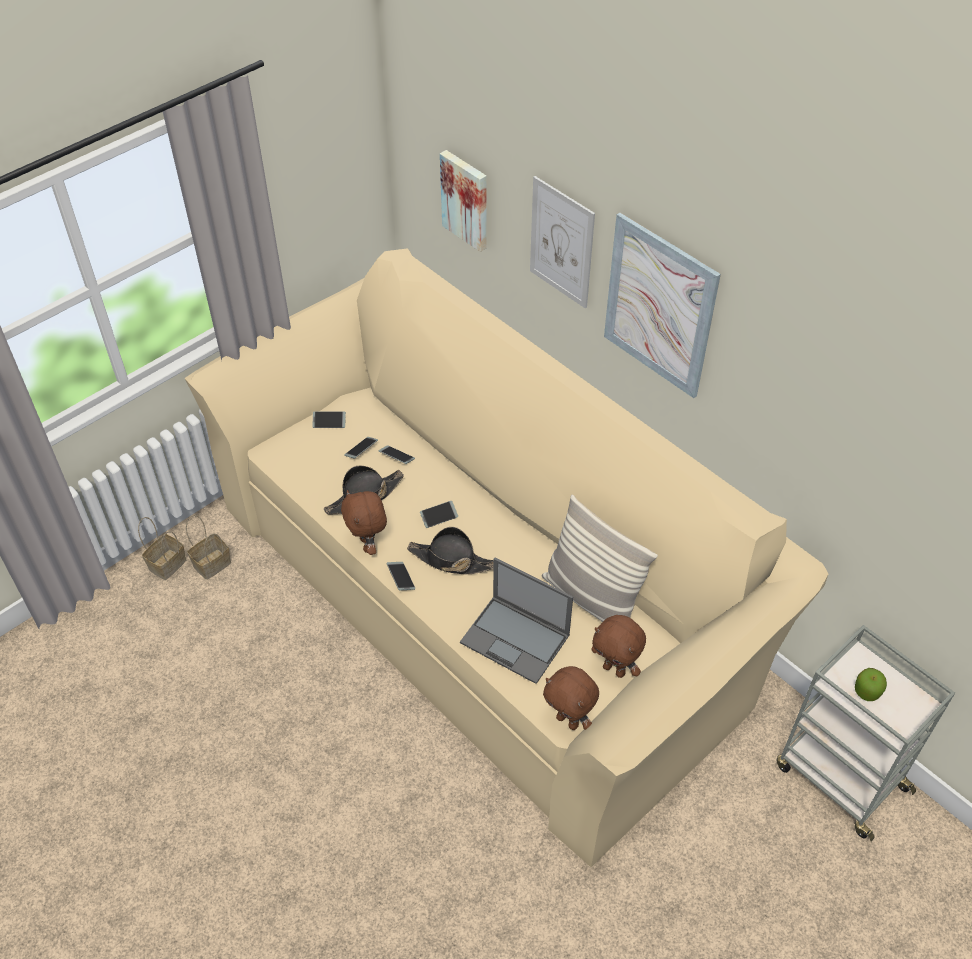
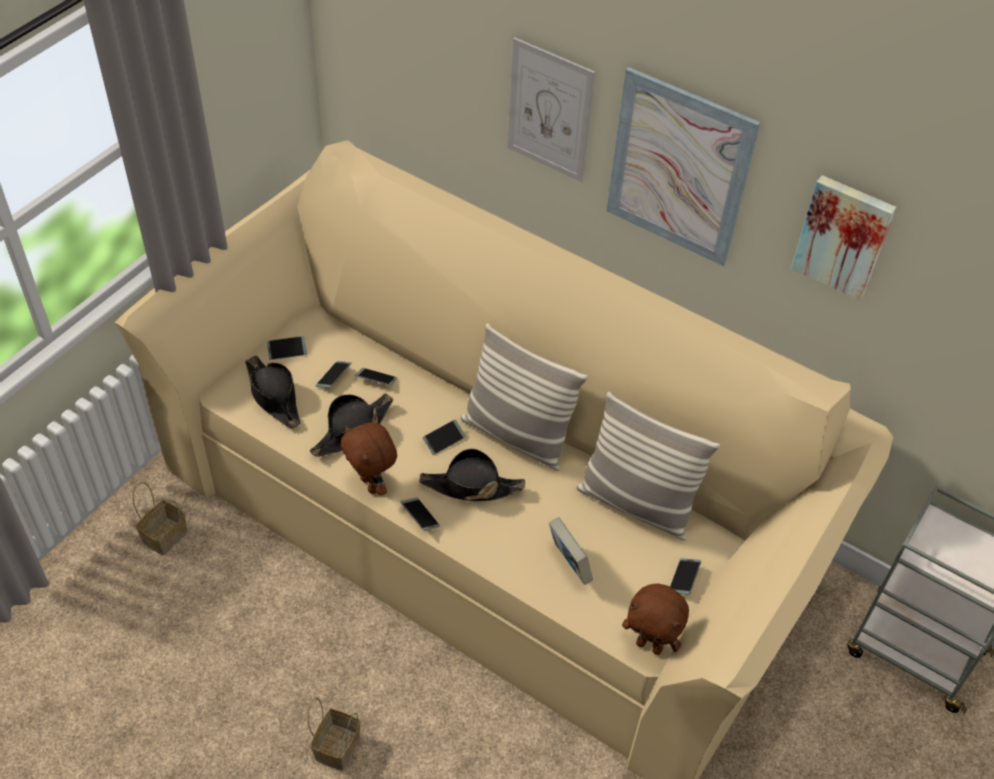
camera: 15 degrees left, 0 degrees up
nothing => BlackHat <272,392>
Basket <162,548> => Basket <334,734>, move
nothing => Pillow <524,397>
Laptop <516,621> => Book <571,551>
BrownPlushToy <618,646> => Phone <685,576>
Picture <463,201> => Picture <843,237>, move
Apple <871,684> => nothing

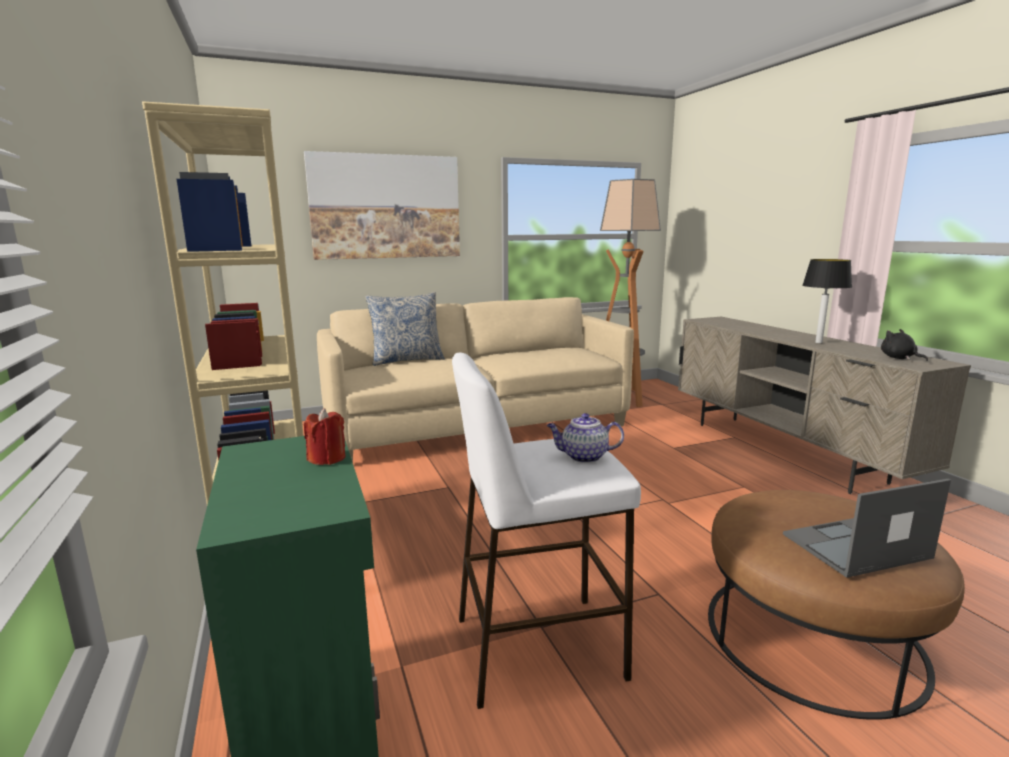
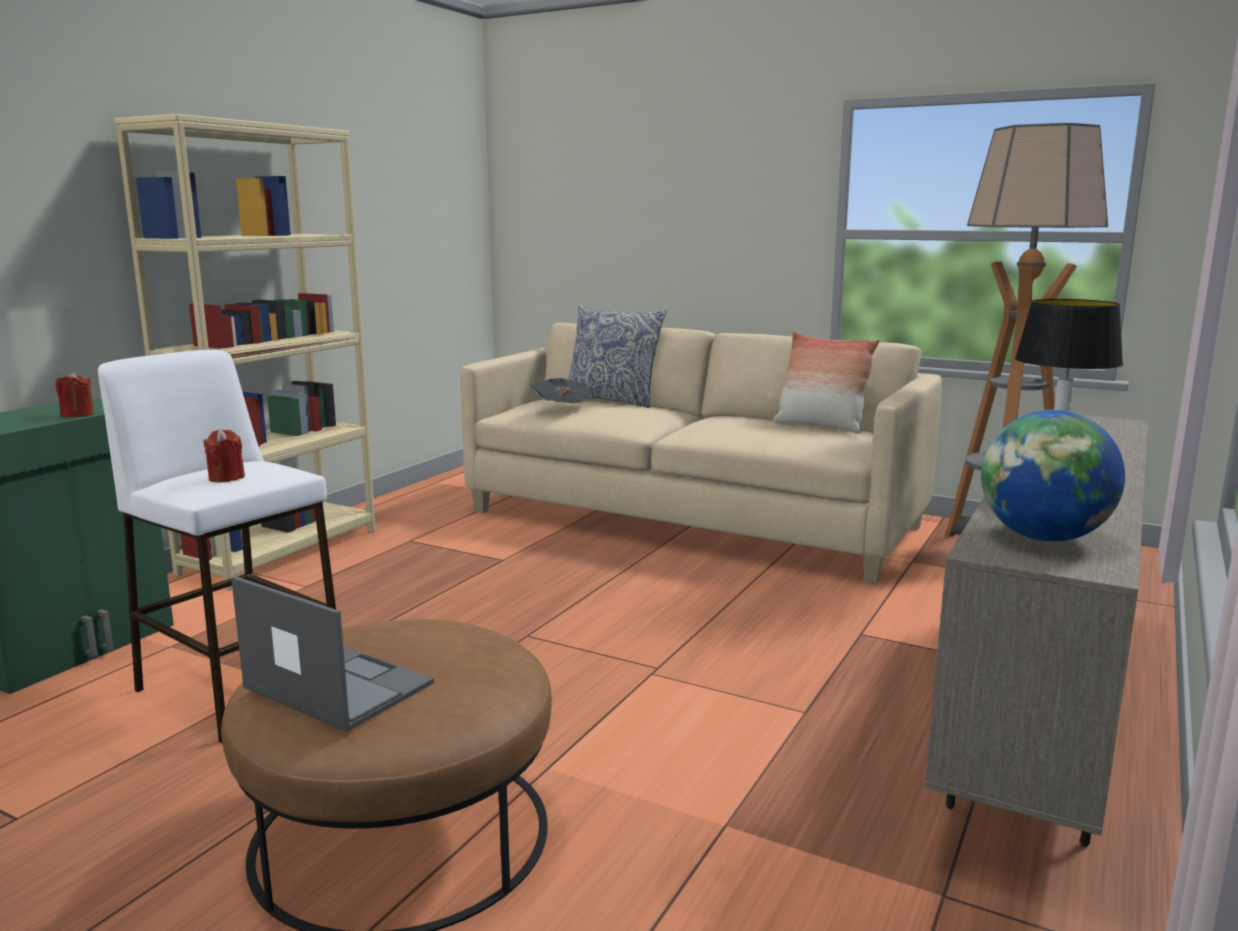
camera: 50 degrees right, 0 degrees up
Teapot <585,438> => RedCandle <224,455>
nothing => Newspaper <561,390>
nothing => Pillow <826,382>
BlackPlushToy <904,345> => Globe <1053,476>
Picture <382,205> => nothing

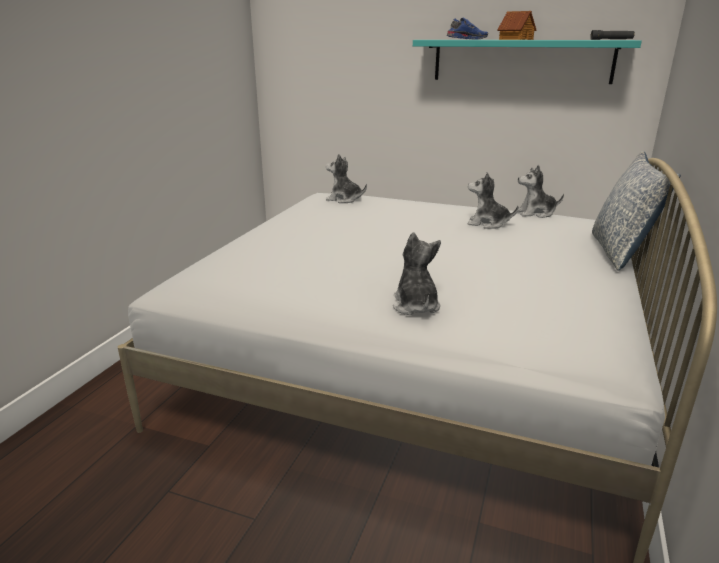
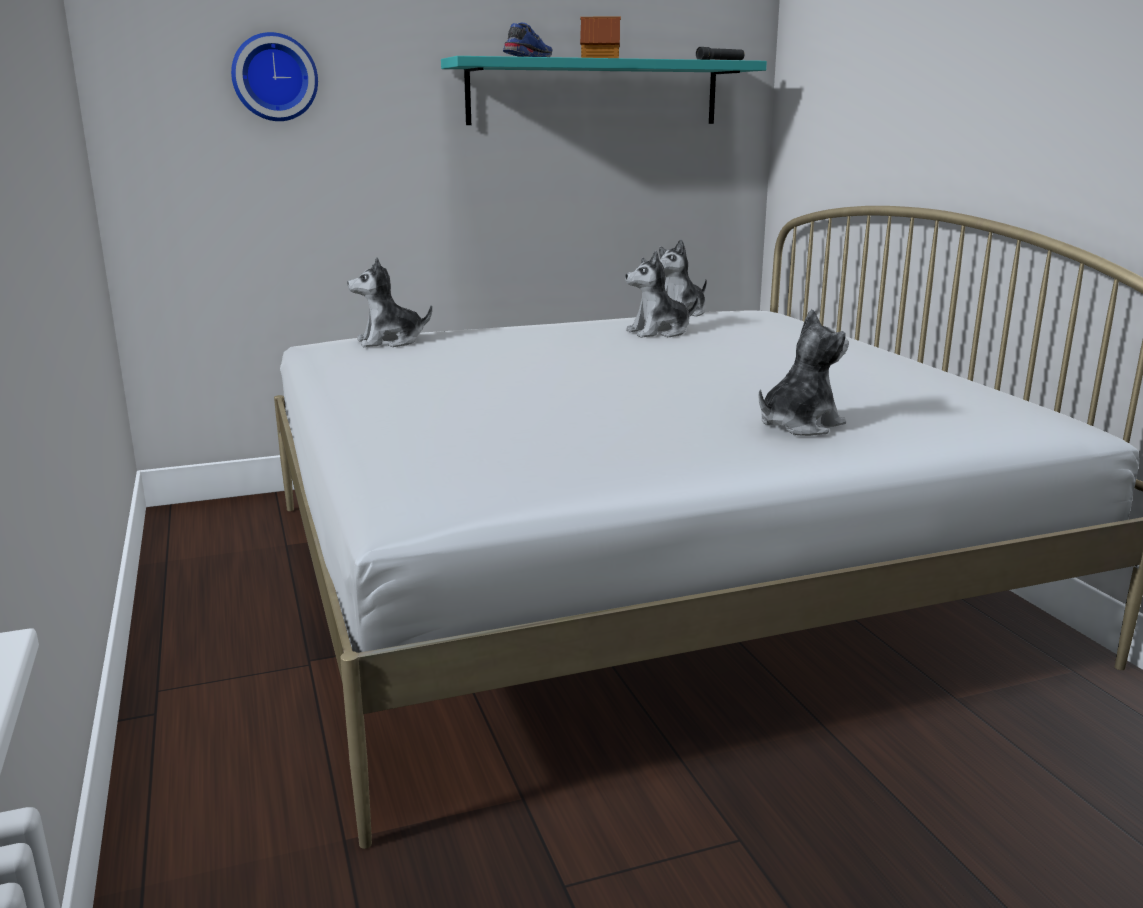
camera: 40 degrees left, 5 degrees down
nothing => WallClock <274,76>
PlushToy <417,273> => PlushToy <803,372>, 105 degrees clockwise
Pillow <636,211> => nothing

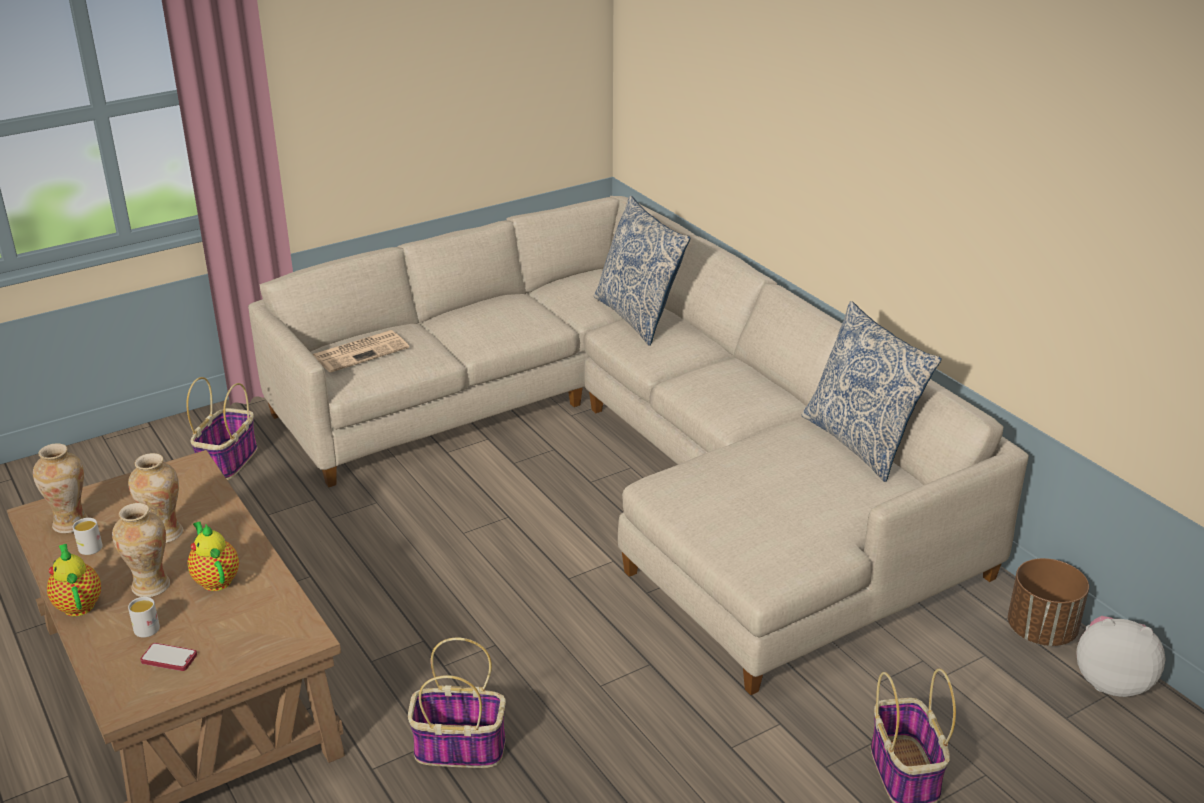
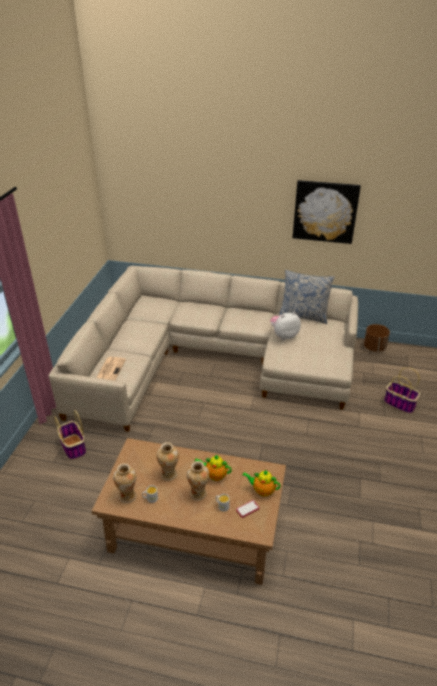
camera: 45 degrees left, 5 degrees up
Teapot <74,580> => Teapot <262,483>, move
PlushToy <1121,656> => PlushToy <285,326>, move
nothing => Picture <326,212>
Basket <457,703> => nothing
Pillow <642,271> => nothing

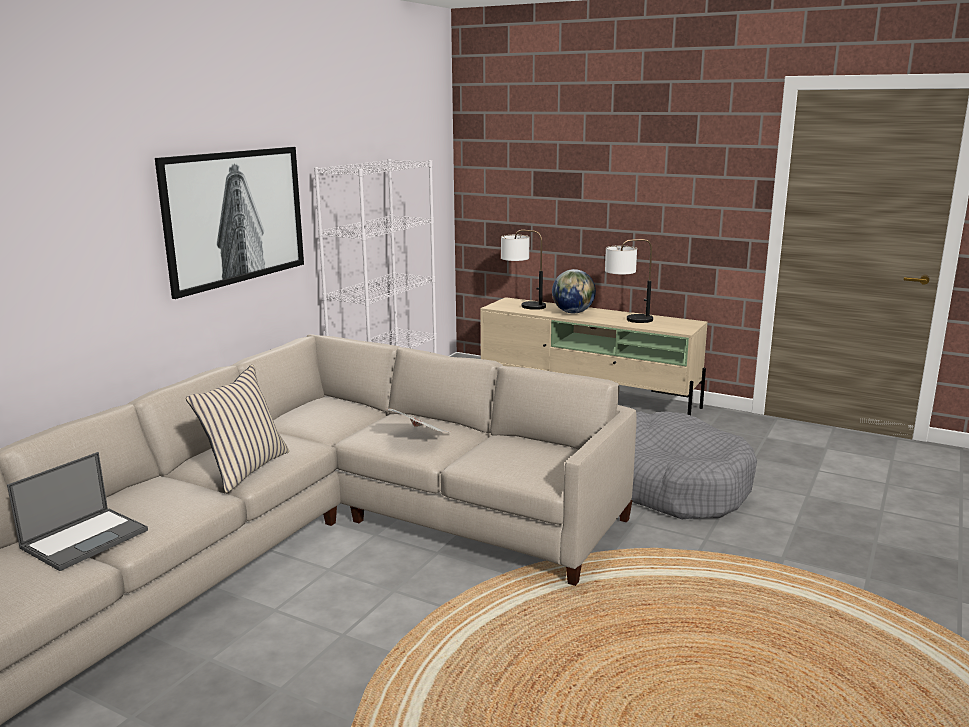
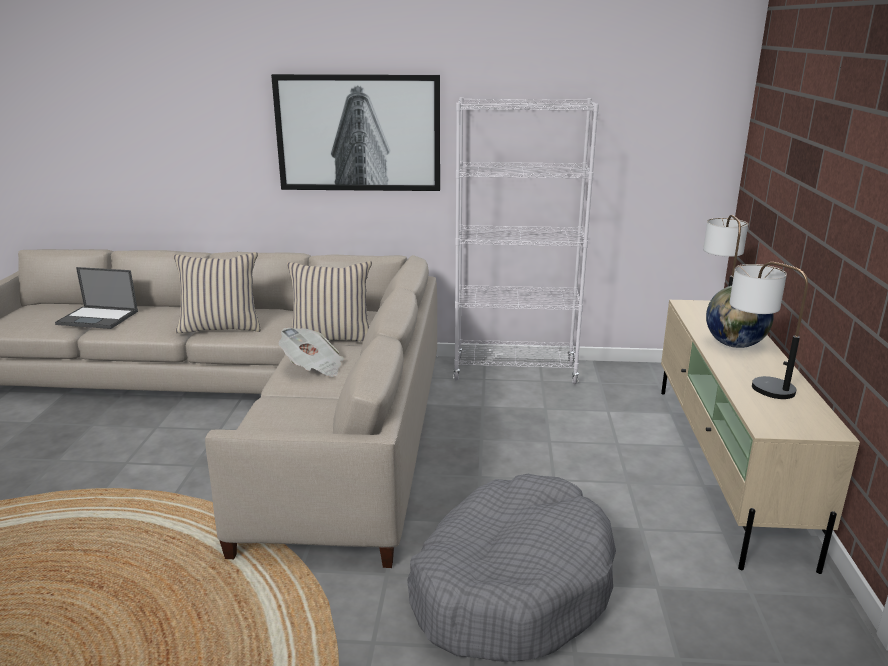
camera: 65 degrees right, 5 degrees up
nothing => BeigePillow <329,301>

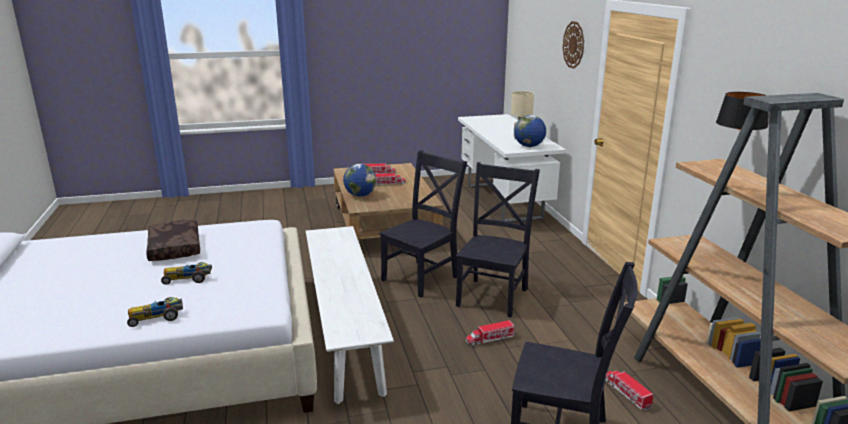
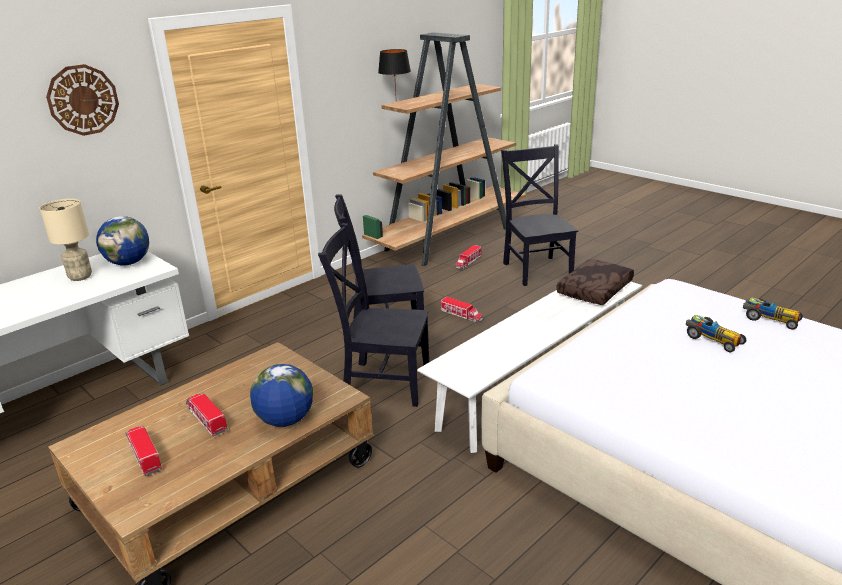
camera: 120 degrees left, 5 degrees up
BrownPillow <173,240> => BrownPillow <595,282>, move

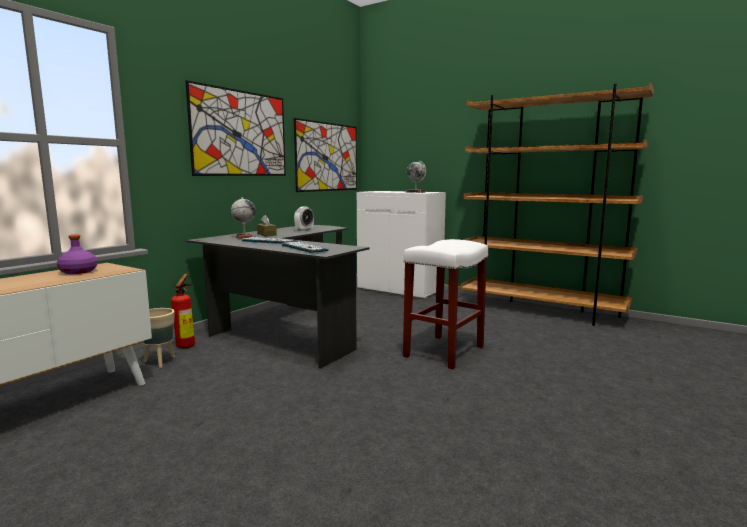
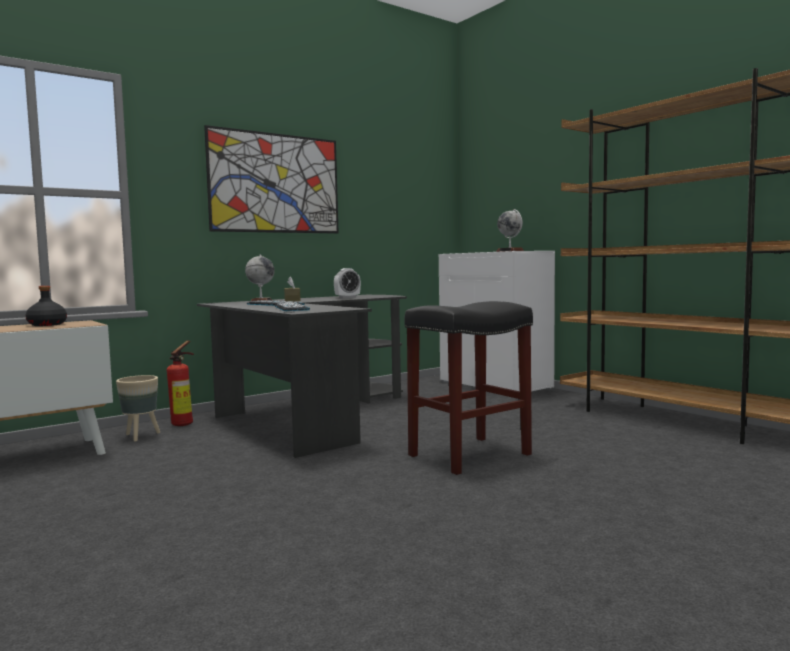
camera: 20 degrees right, 5 degrees down
PurpleBottle <77,254> => BlackBottle <46,306>
WhiteStool <445,304> => BlackStool <469,388>
Picture <325,155> => nothing

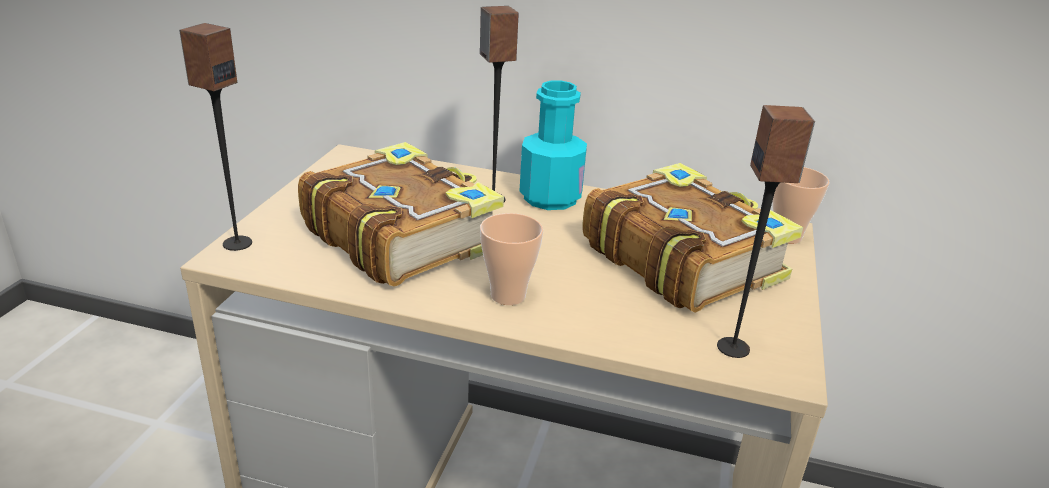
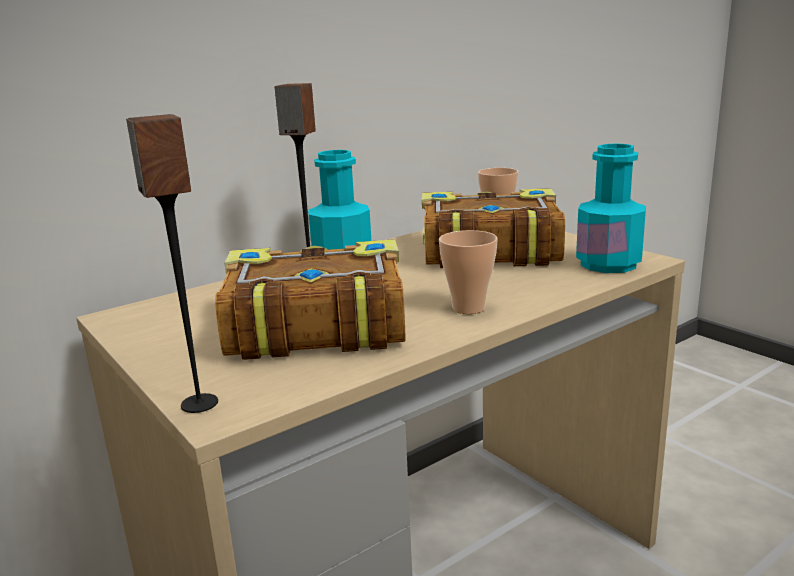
camera: 50 degrees left, 10 degrees down
Speaker <766,231> => TurquoiseBottle <611,208>

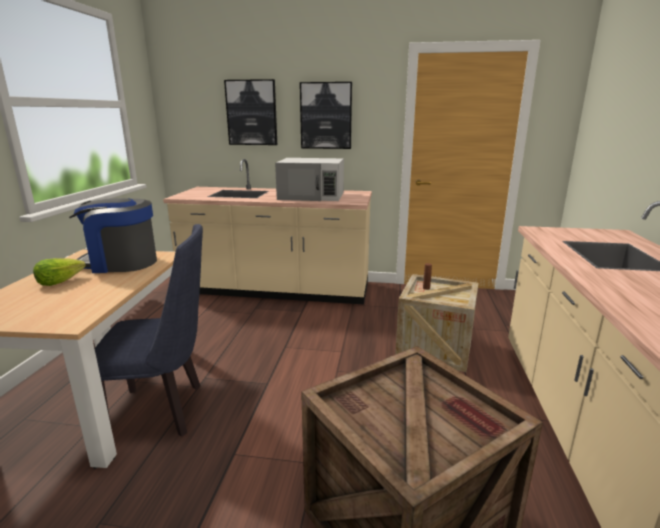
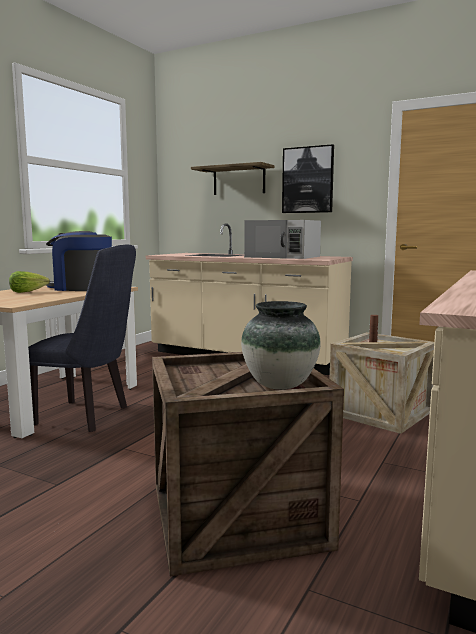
camera: 20 degrees right, 10 degrees down
Picture <250,112> => Shelf <232,178>
nothing => Vase <281,345>

